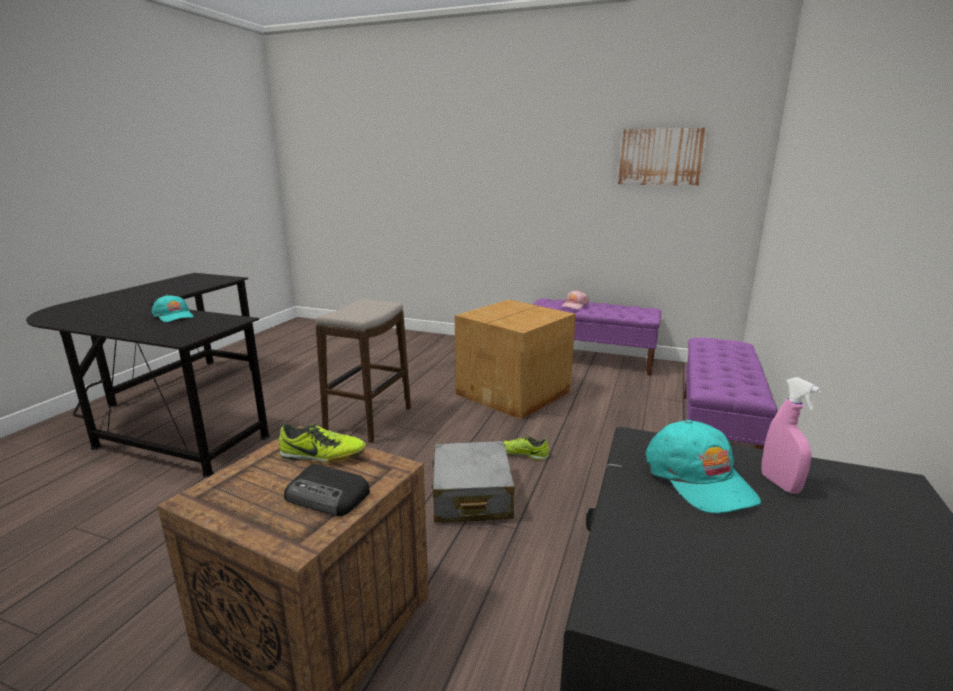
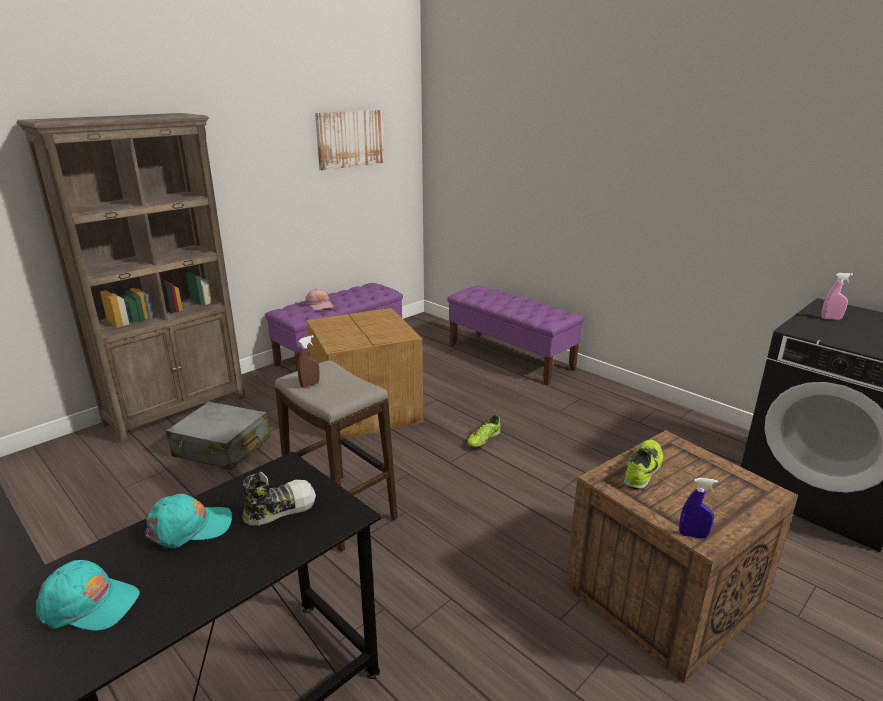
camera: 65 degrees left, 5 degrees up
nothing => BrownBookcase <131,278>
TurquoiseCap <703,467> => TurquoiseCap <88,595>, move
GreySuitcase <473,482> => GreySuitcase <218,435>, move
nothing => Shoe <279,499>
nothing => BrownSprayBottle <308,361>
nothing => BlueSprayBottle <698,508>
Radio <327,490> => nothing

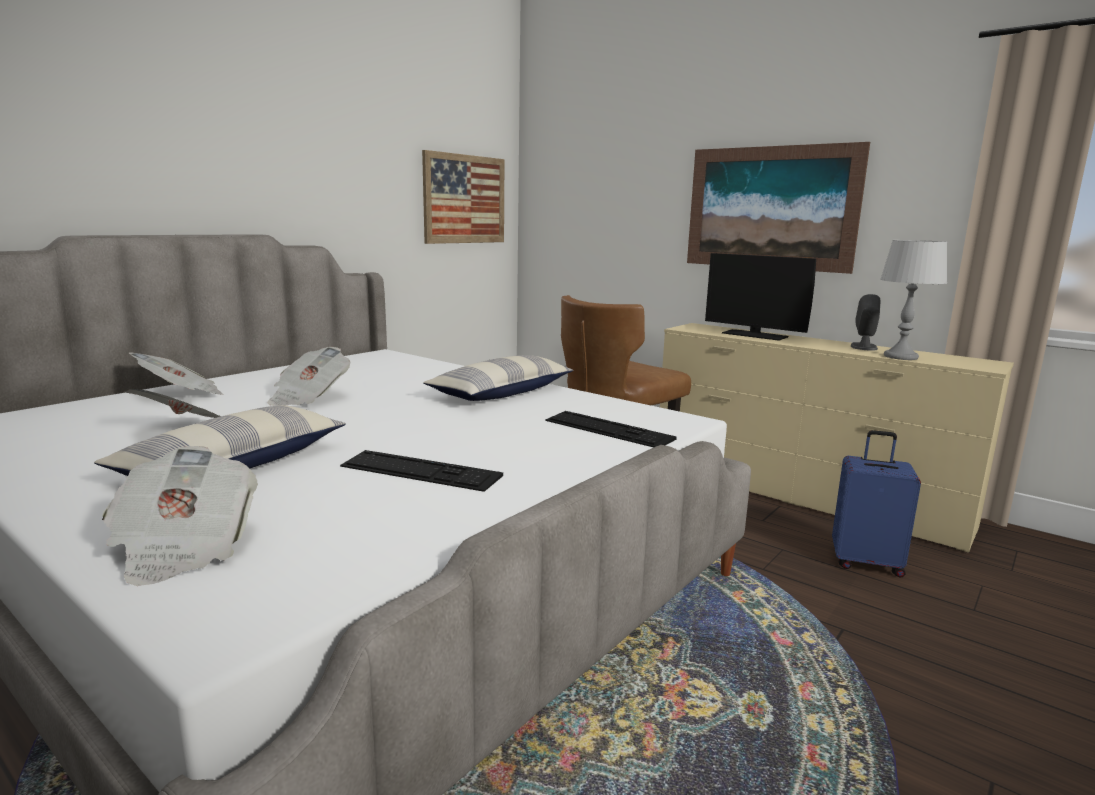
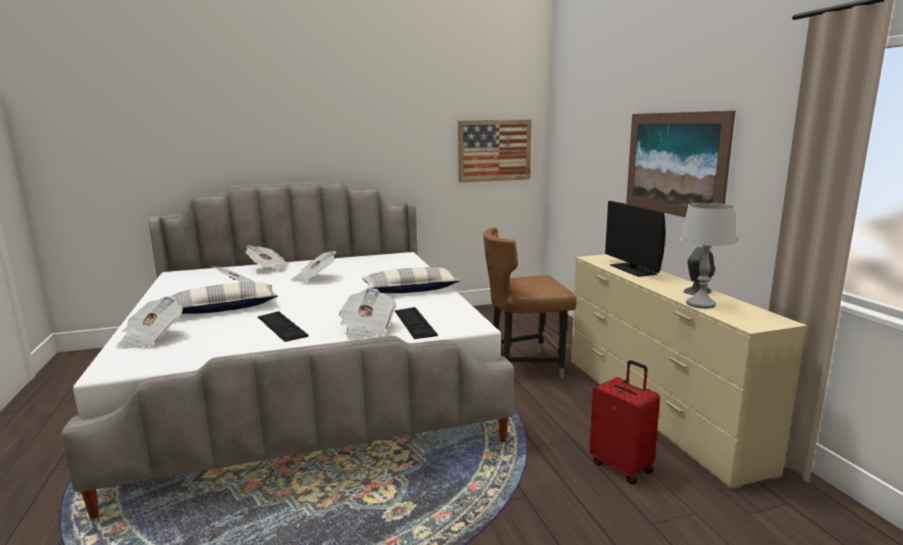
camera: 35 degrees right, 0 degrees up
nothing => Newspaper <367,314>
BlueSuitcase <876,503> => RedSuitcase <624,422>

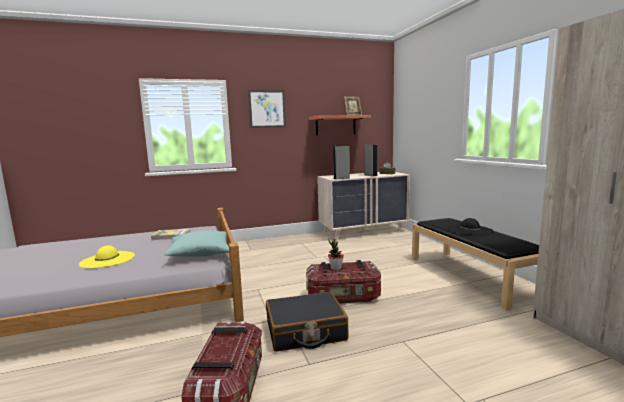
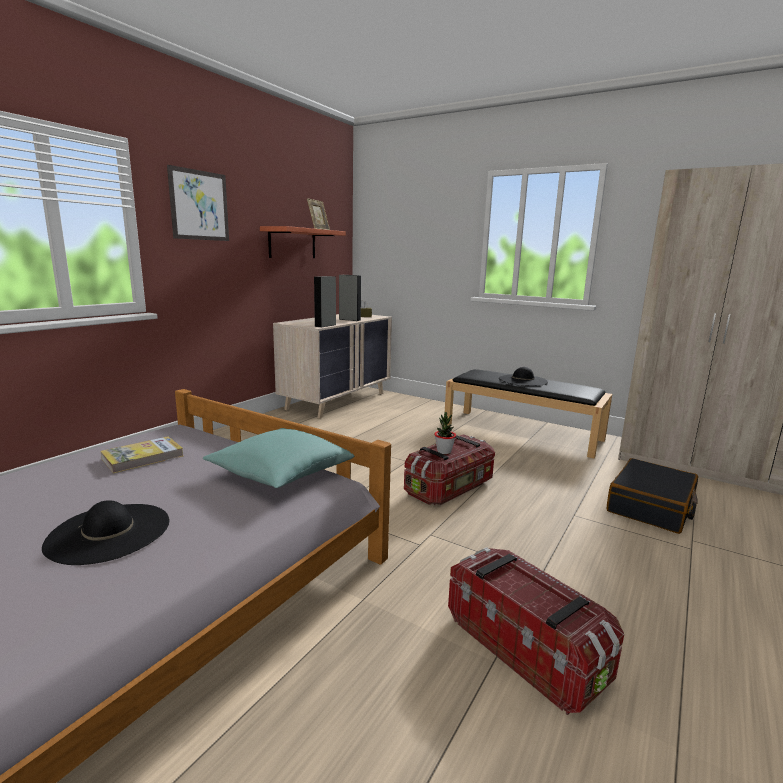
camera: 40 degrees left, 5 degrees up
YellowHat <107,256> => BlackHat <105,532>
BlackSuitcase <307,322> => BlackSuitcase <652,496>, move

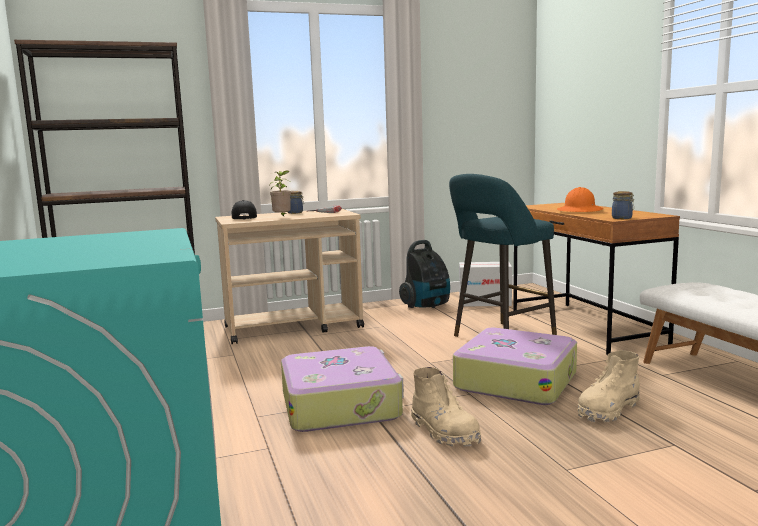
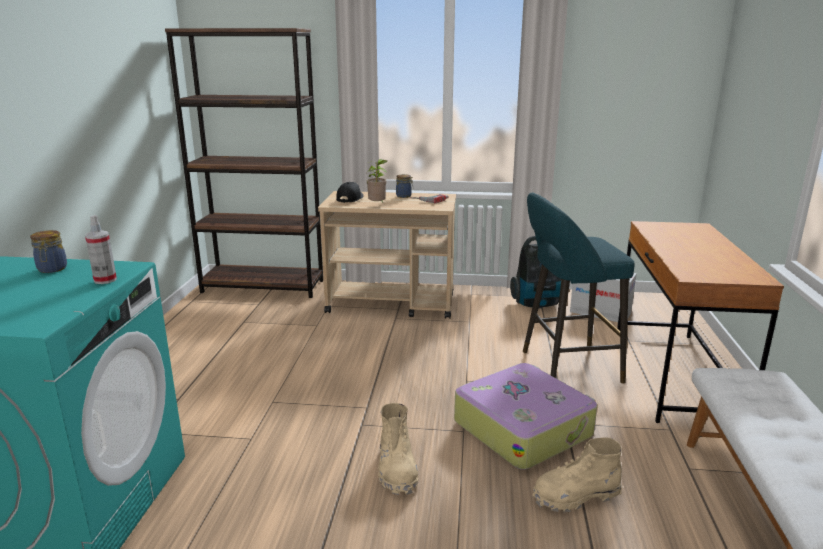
camera: 25 degrees right, 10 degrees up
Jar <623,205> => Jar <48,251>, move
nothing => SprayBottle <101,249>
Suitcase <342,389> => nothing
OrangeHardHat <580,199> => nothing

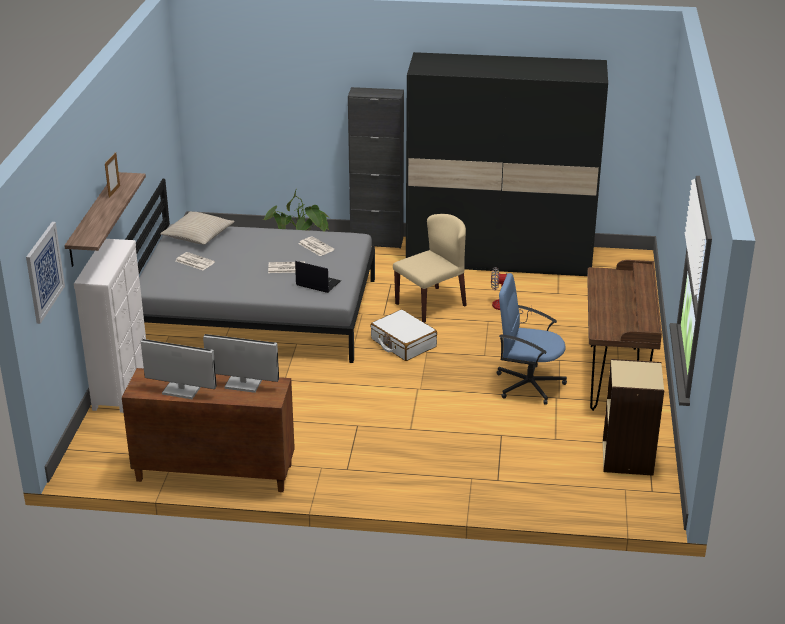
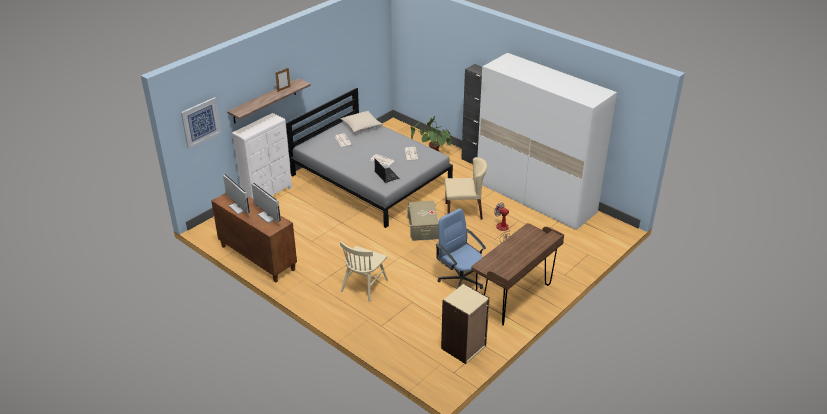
camera: 35 degrees right, 5 degrees up
nothing => BeigeChair <364,271>
WhiteSuitcase <403,335> => BeigeStorageBox <423,221>
BlackWardrobe <507,164> => WhiteWardrobe <547,141>

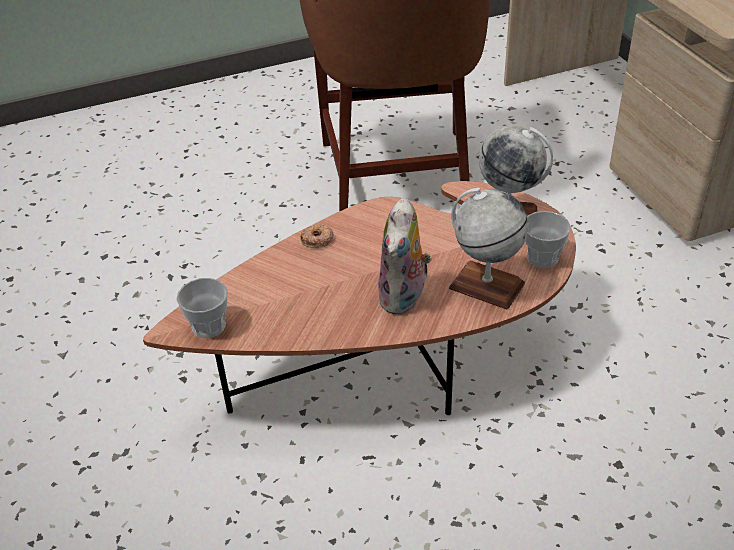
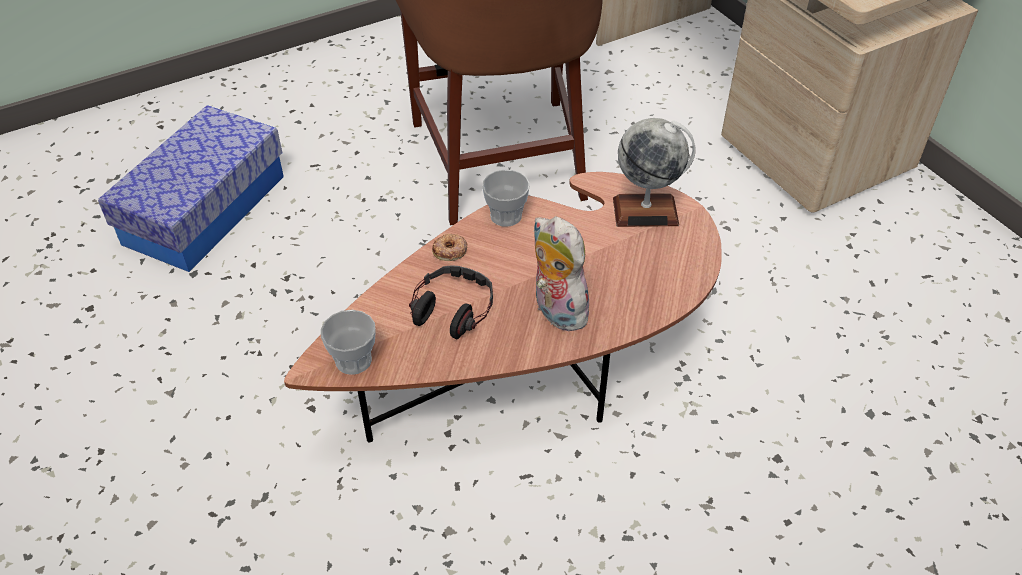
camera: 10 degrees left, 5 degrees up
nothing => StorageBox <191,188>
nothing => Headphones <451,302>
Cup <548,239> => Cup <506,198>, move
PlushToy <405,256> => PlushToy <562,273>, 135 degrees clockwise
Globe <488,249> => nothing

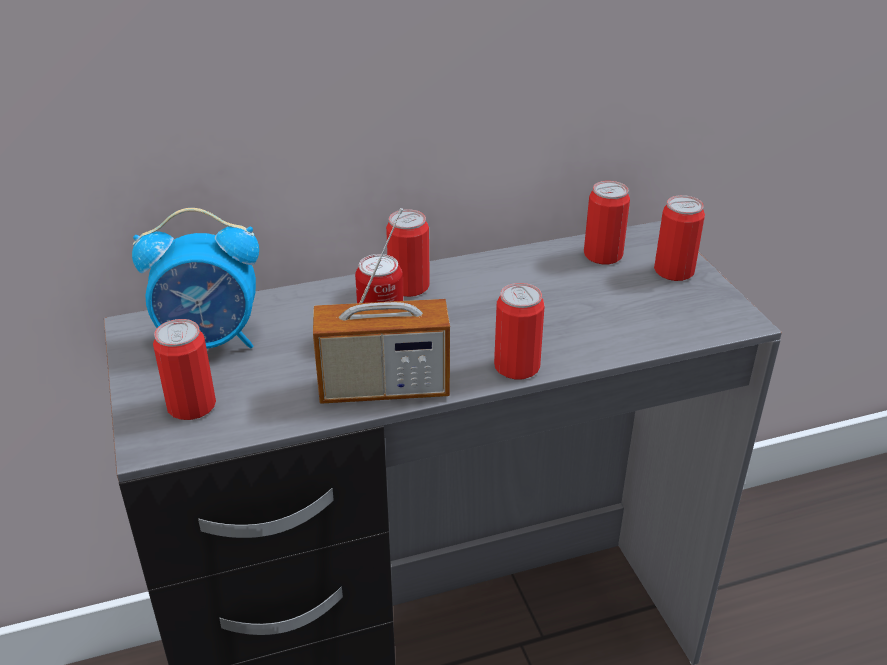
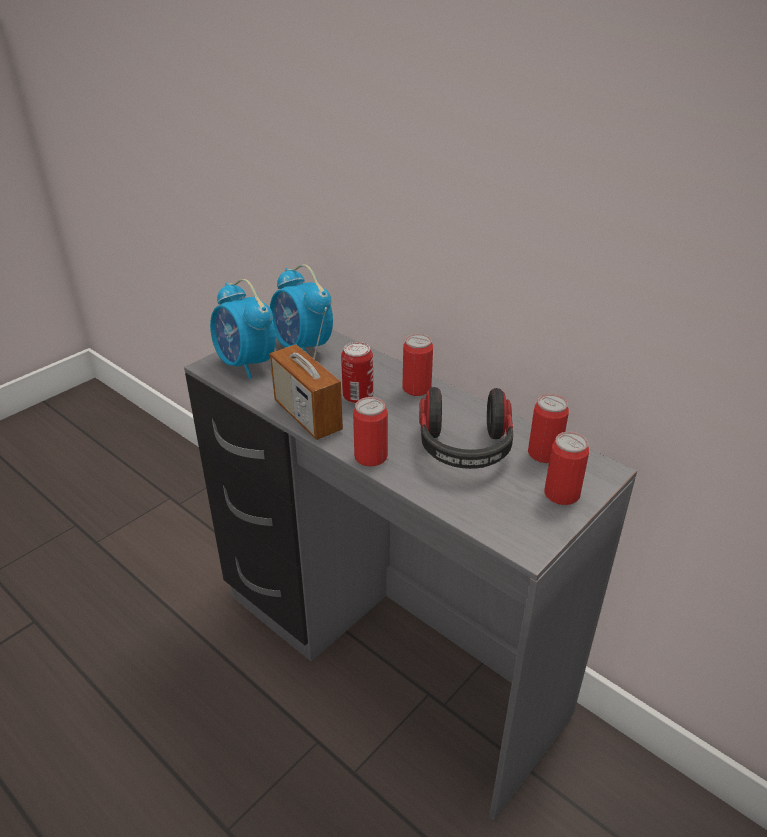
camera: 60 degrees right, 0 degrees up
Can <184,369> => AlarmClock <243,329>
nothing => Headphones <466,428>

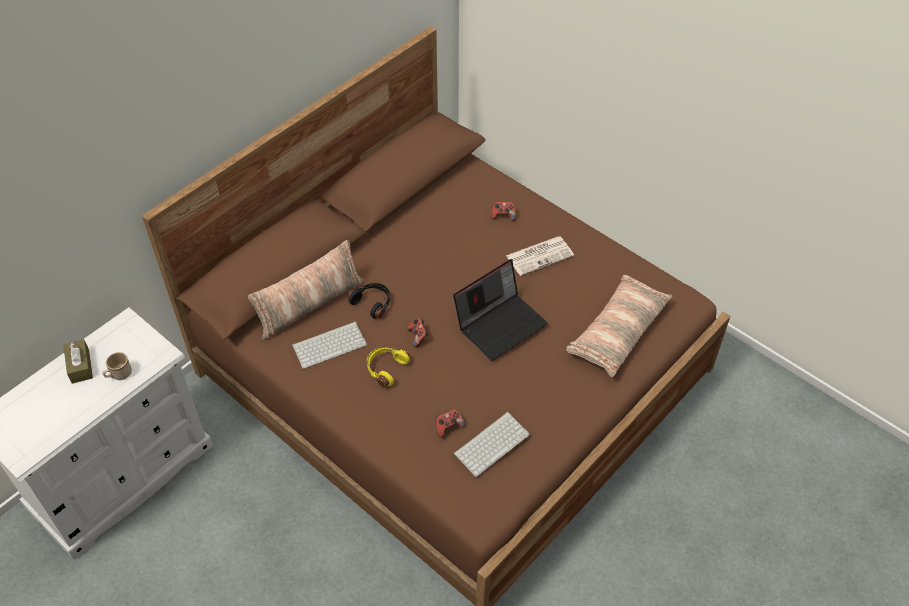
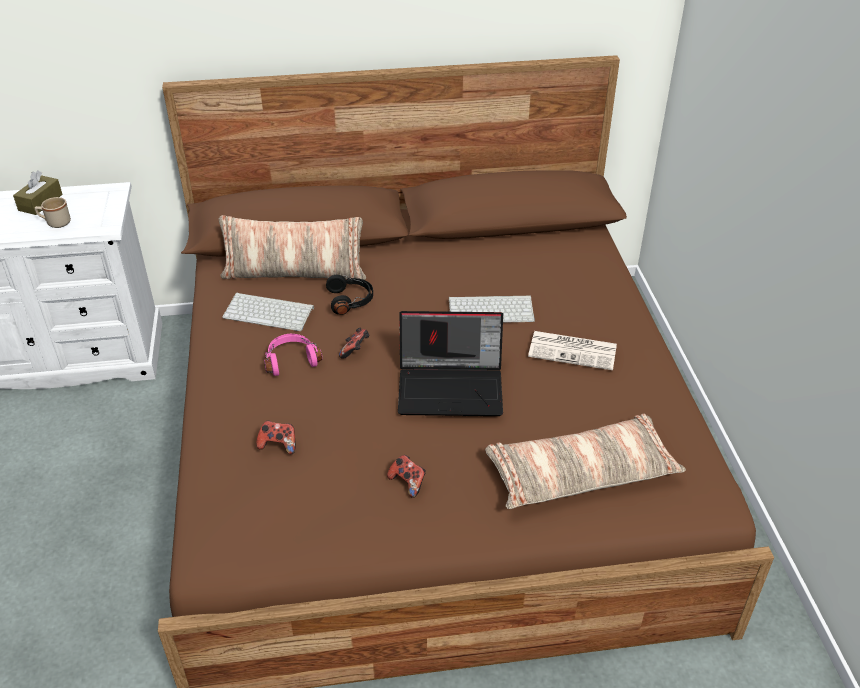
camera: 40 degrees right, 10 degrees down
YellowHeadphones <388,367> => PinkHeadphones <293,355>
GameController <503,211> => GameController <406,476>, move
Keyboard <491,444> => Keyboard <492,309>, move

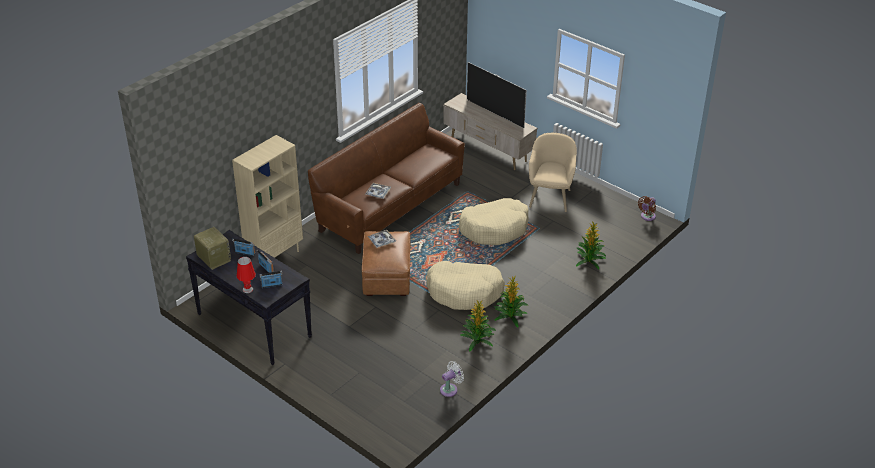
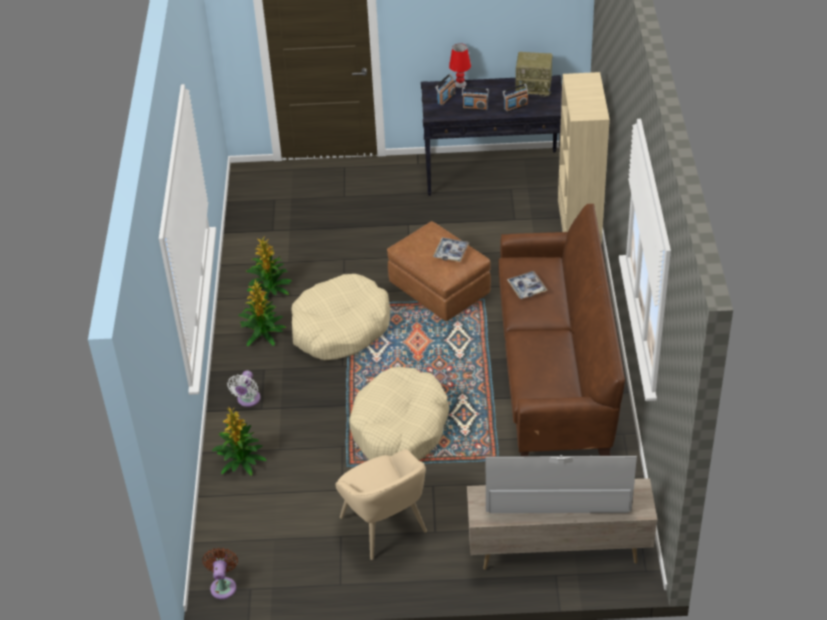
camera: 140 degrees right, 5 degrees up
WhiteFan <452,379> => WhiteFan <244,388>, move

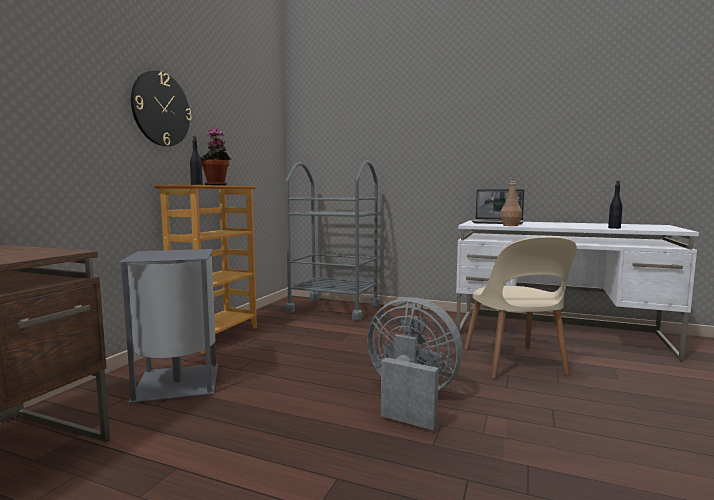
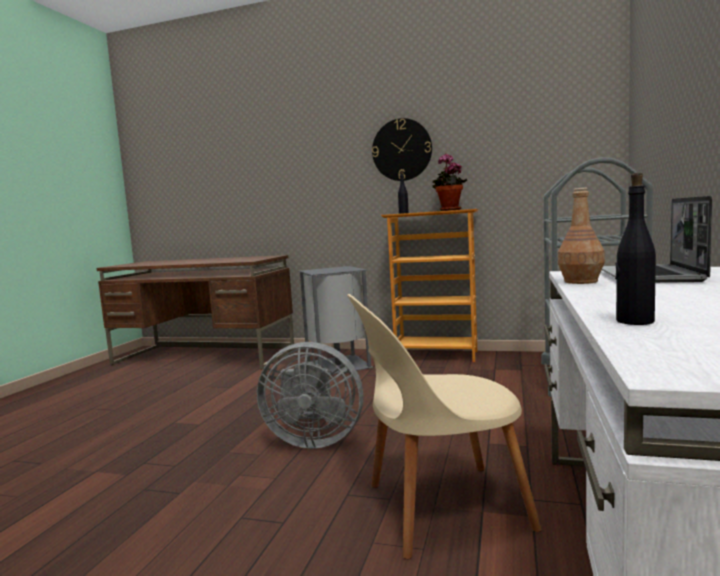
camera: 85 degrees right, 0 degrees up
GreyFan <414,363> => GreyFan <310,395>, 75 degrees clockwise

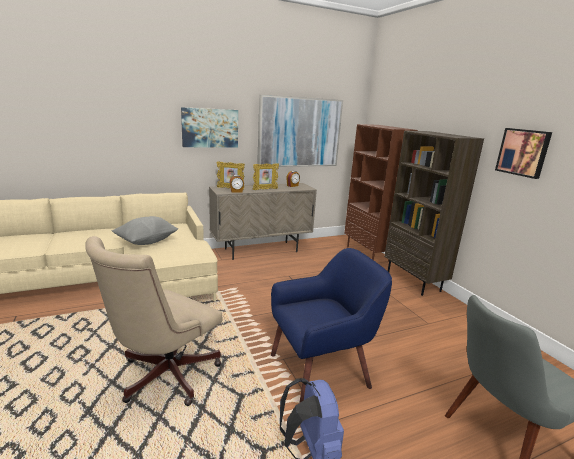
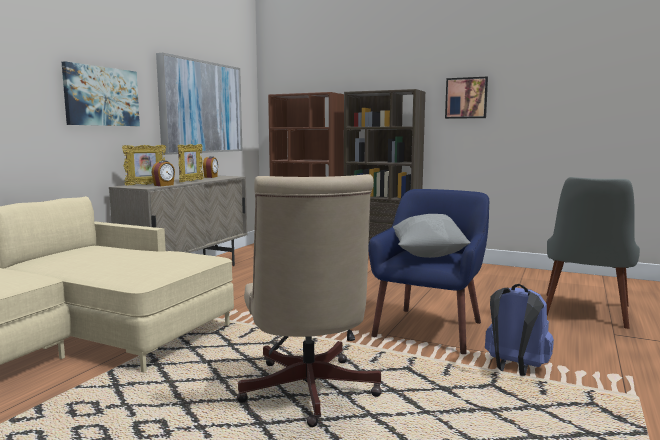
camera: 40 degrees left, 10 degrees down
GreyPillow <145,230> => GreyPillow <432,236>, move

